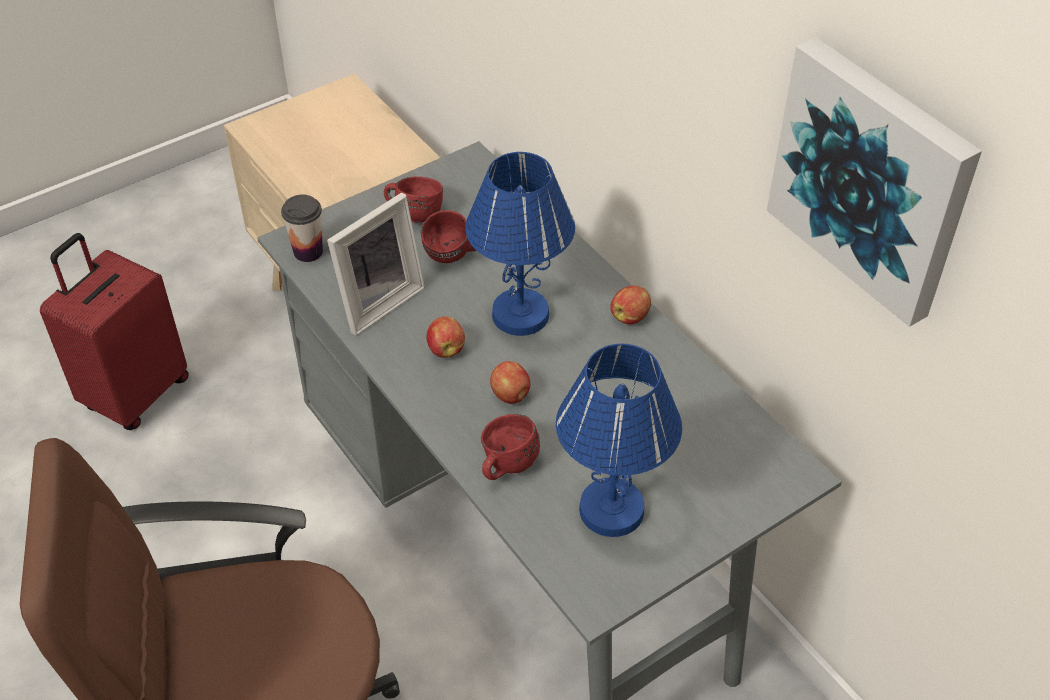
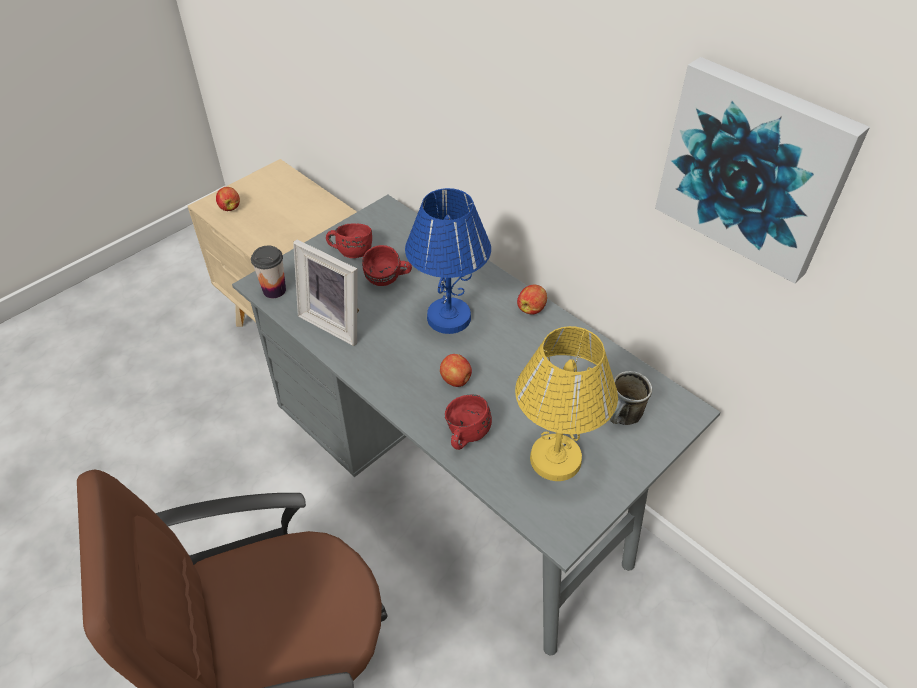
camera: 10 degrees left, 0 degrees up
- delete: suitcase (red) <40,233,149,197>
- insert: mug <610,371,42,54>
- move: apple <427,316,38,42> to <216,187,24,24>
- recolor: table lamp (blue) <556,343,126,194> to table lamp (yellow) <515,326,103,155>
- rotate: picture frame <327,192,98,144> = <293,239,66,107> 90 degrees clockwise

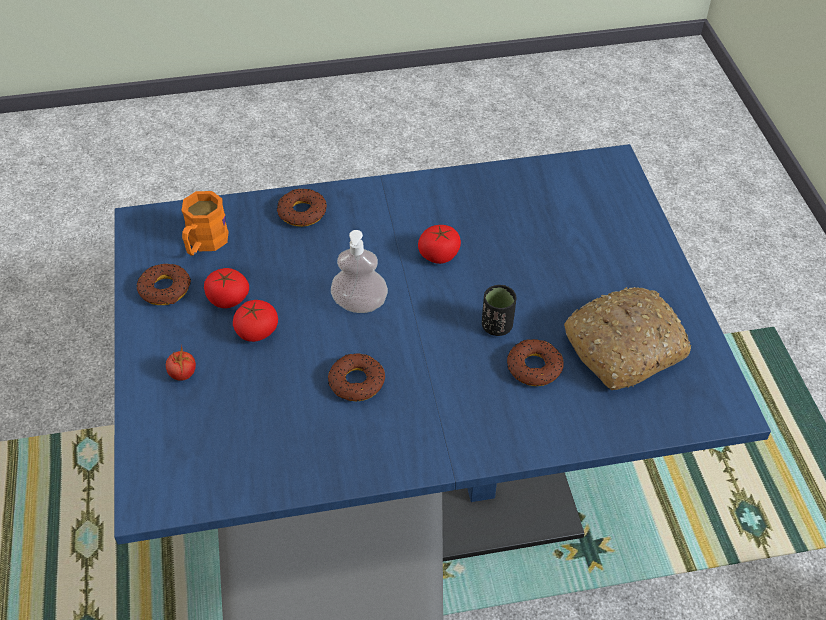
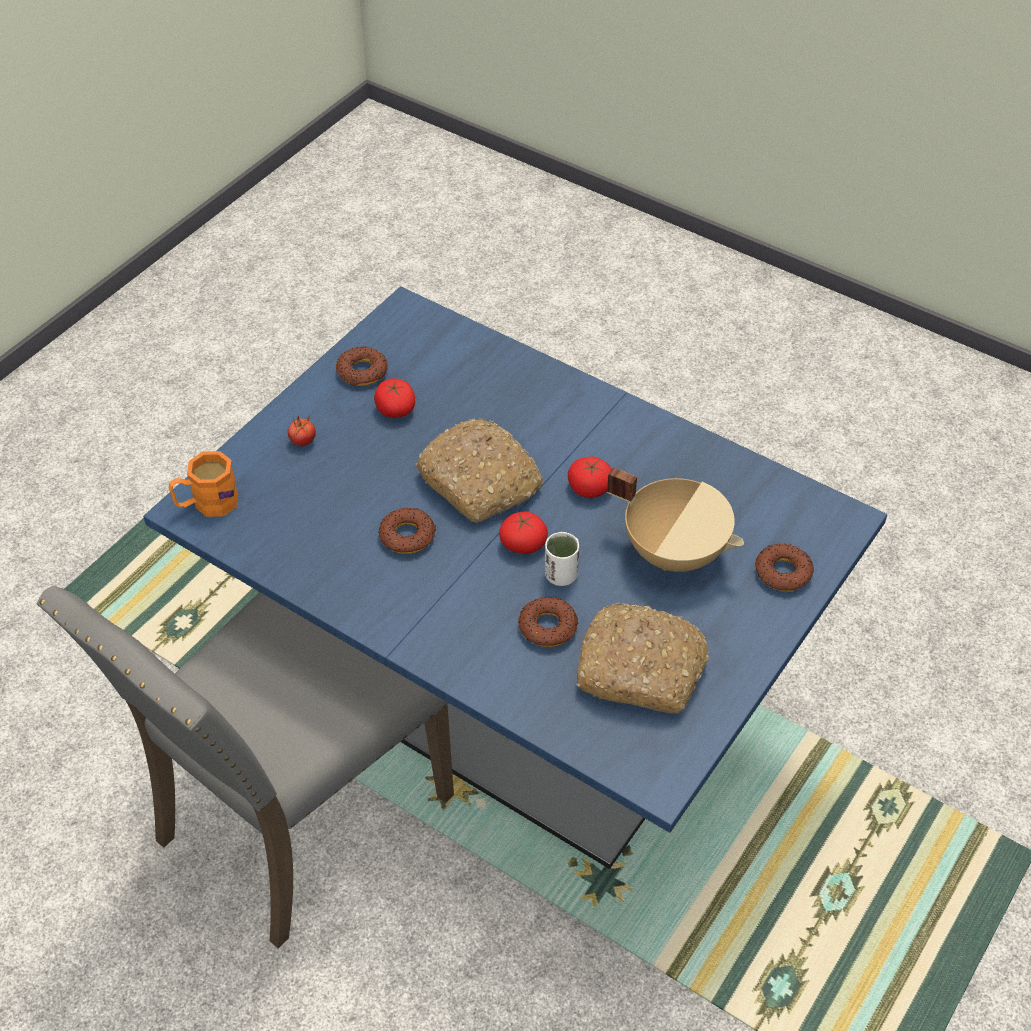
camera: 45 degrees right, 0 degrees up
- insert: cooking pot (beige) <607,467,137,105>
- move: mug (orange) <182,191,47,65> to <169,451,70,66>
- move: tomato <233,300,45,42> to <499,511,49,43>
- move: donut <277,189,50,38> to <755,544,59,47>
- replace: soap dispenser <331,230,57,83> to bread <416,418,127,105>
- recolor: cup (black) <482,285,34,51> to cup (white) <545,532,34,54>

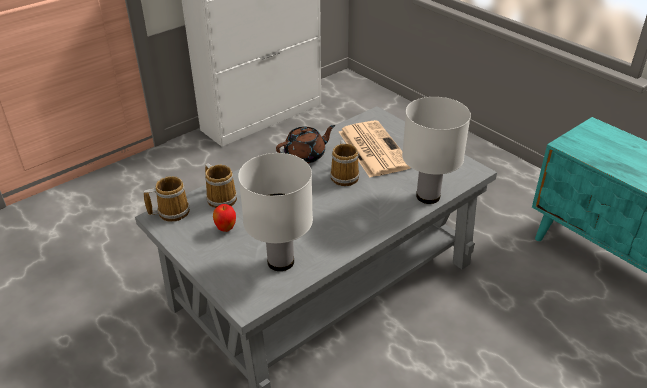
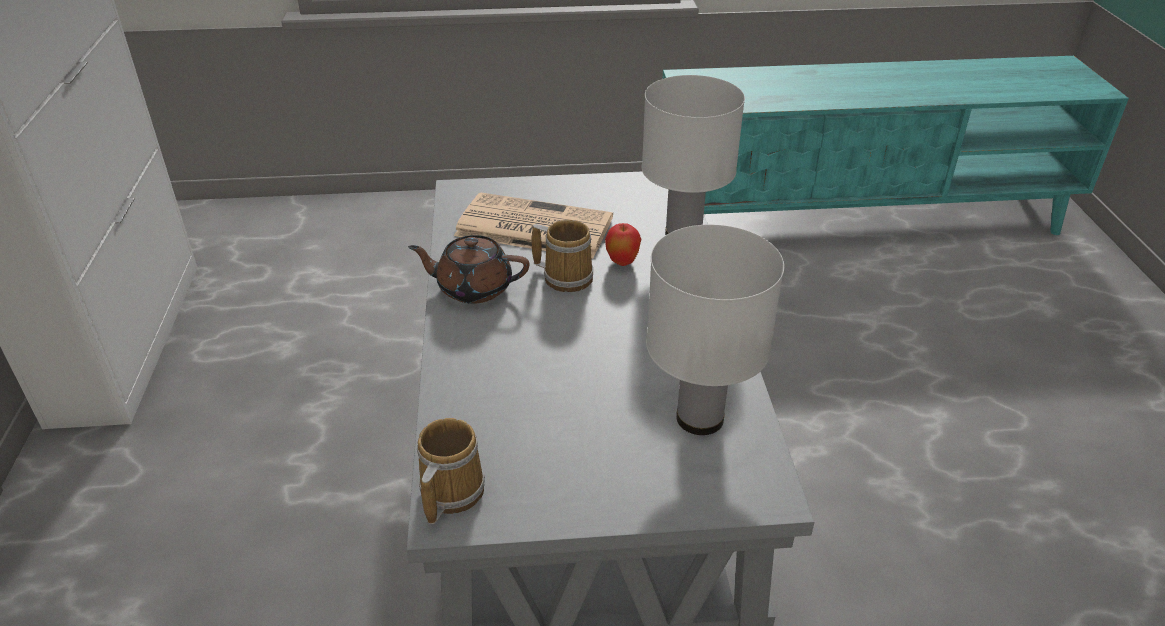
camera: 55 degrees left, 0 degrees up
- delete: mug <205,163,32,45>
- move: apple <213,204,23,28> to <605,223,36,43>
- rotate: teapot (brown) <276,125,59,39> = <408,235,121,69> 90 degrees counterclockwise

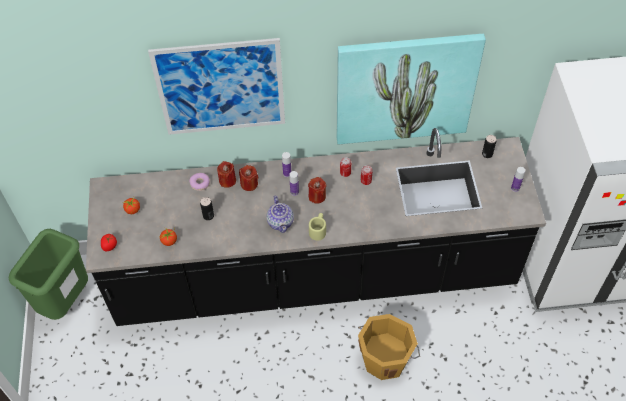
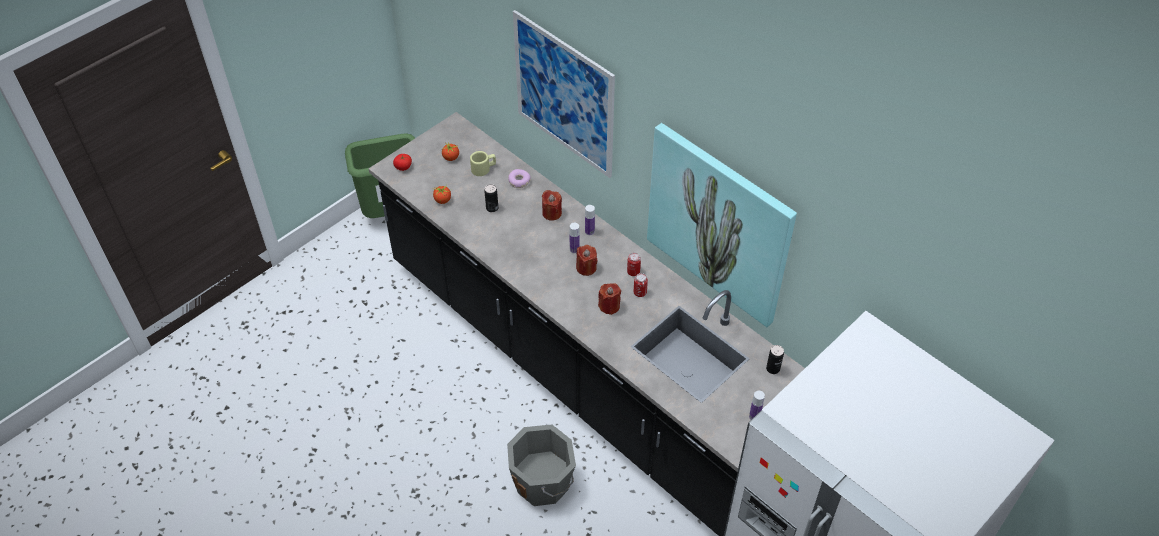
camera: 50 degrees right, 5 degrees down
- delete: teapot <267,196,27,37>
- move: candle (red) <217,161,19,27> to <598,283,23,32>
- move: mug (beige) <309,213,17,28> to <470,151,26,25>
- recolor: bucket (orange) <358,314,62,66> to bucket (grey) <507,425,69,81>

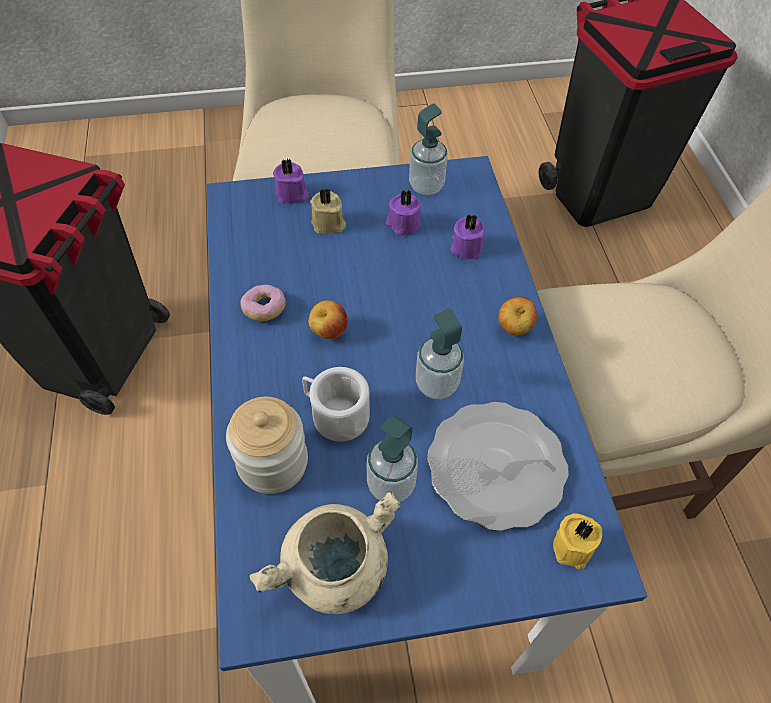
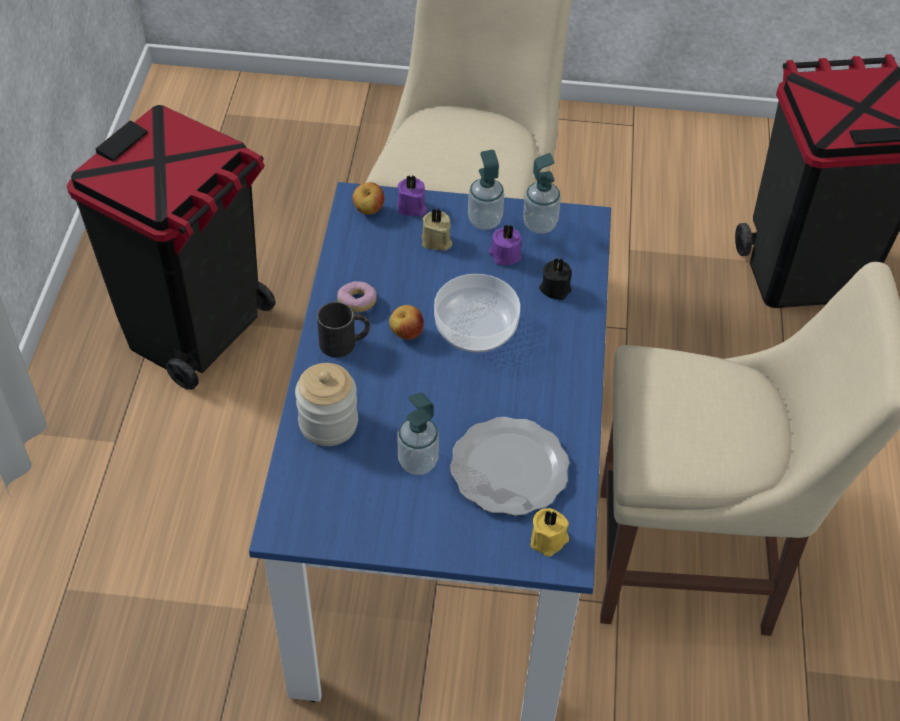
camera: 15 degrees right, 5 degrees down
- delete: cooking pot (beige) <249,491,152,123>
- delete: mug (white) <302,367,68,75>
- insert: mug (black) <317,302,53,56>
- insert: bowl <434,274,86,78>
- move: soap dispenser <416,308,48,91> to <468,150,36,80>
- move: apple <498,296,39,40> to <353,182,31,33>
- recolor: candle (purple) <450,214,35,45> to candle (black) <539,258,33,42>

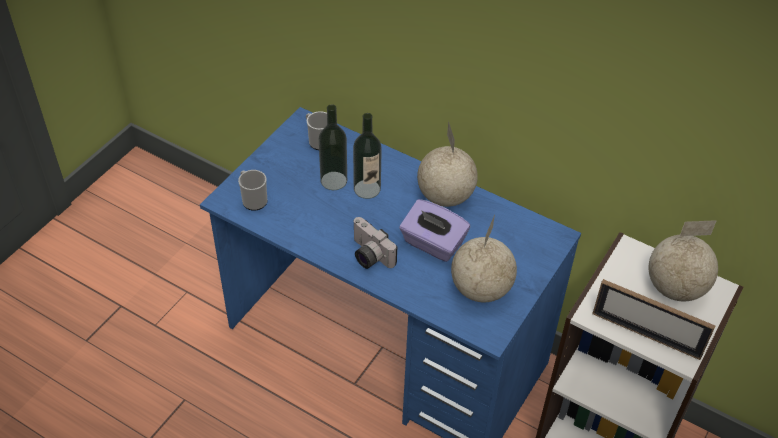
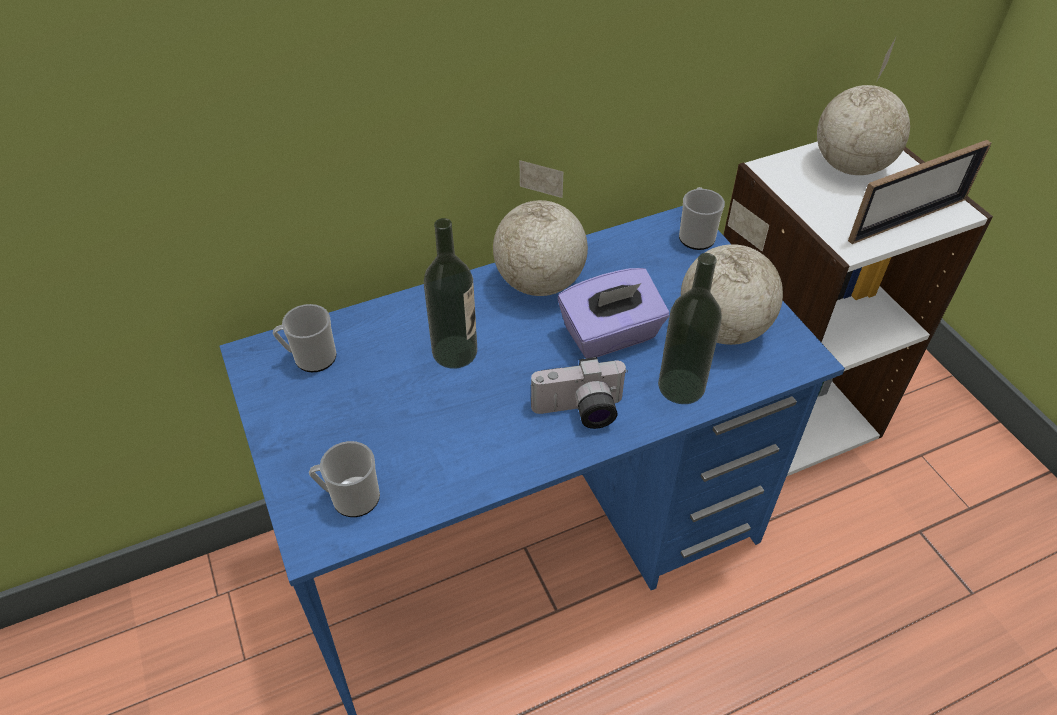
camera: 55 degrees left, 0 degrees up
- insert: mug <679,187,46,63>
- move: bottle <319,104,28,86> to <658,253,64,151>

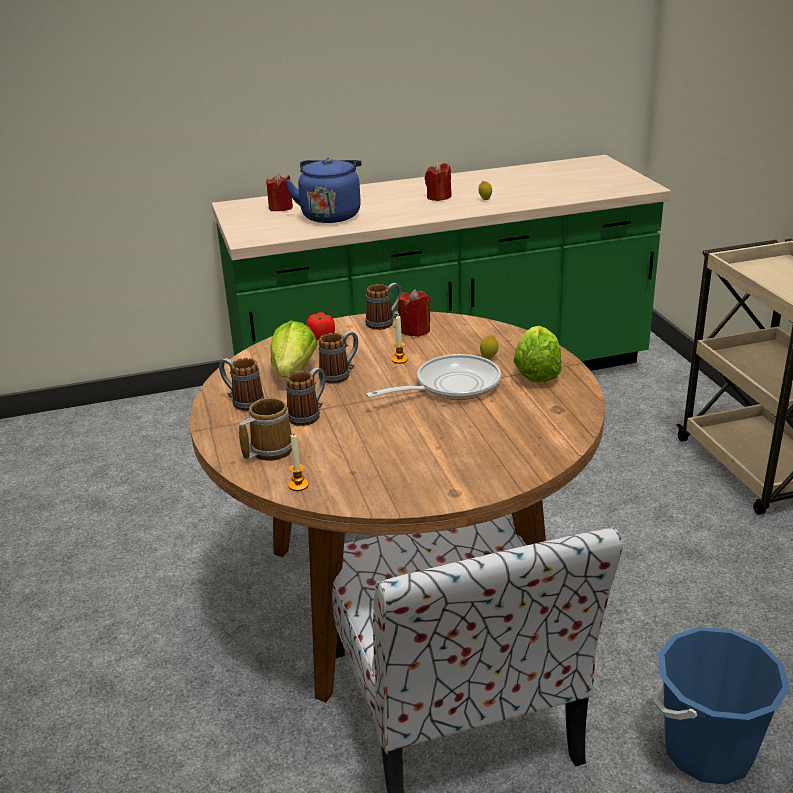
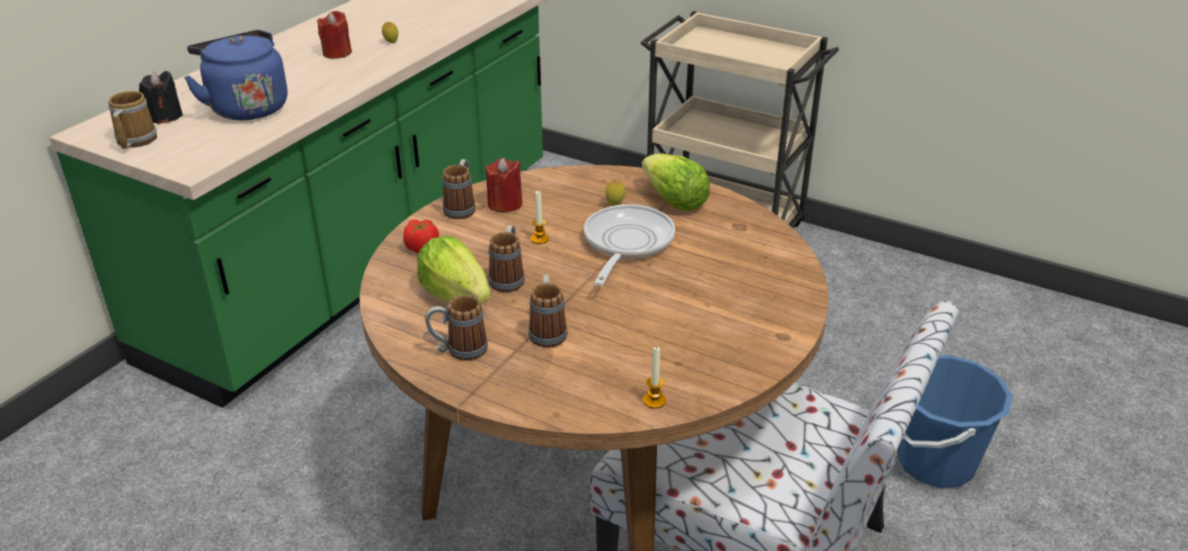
camera: 45 degrees left, 5 degrees up
- move: mug <239,398,53,63> to <108,91,49,58>
- recolor: candle (red) <266,173,27,38> to candle (black) <139,71,44,53>

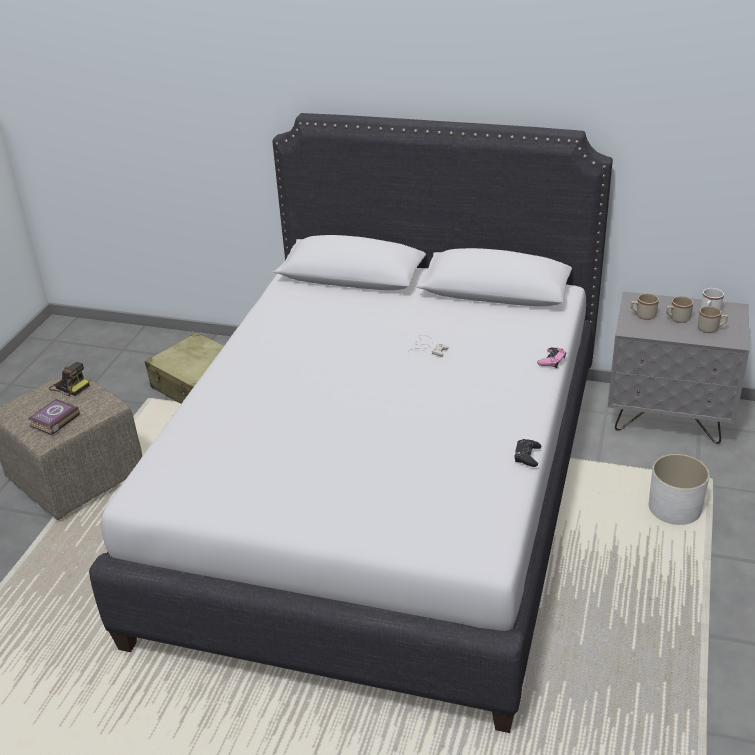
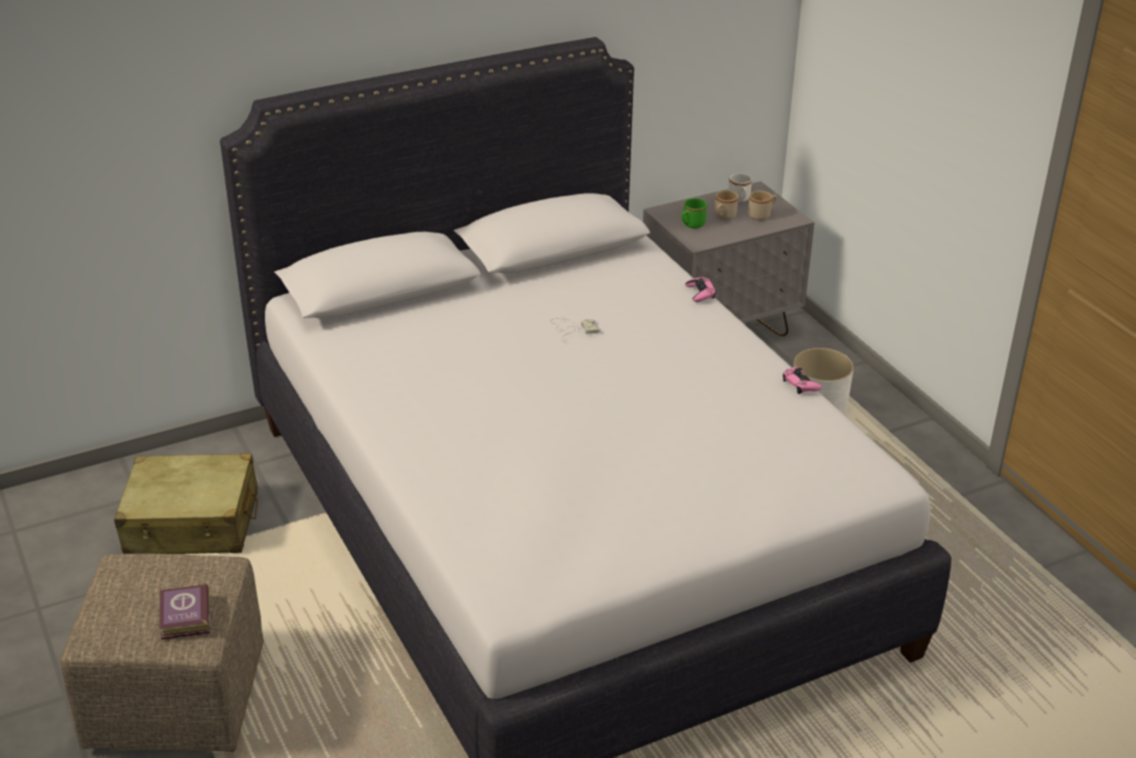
camera: 45 degrees left, 0 degrees up
- delete: photo camera <49,362,41,34>
- recolor: game controller (black) <514,439,27,28> to game controller (pink) <783,367,39,27>
- recolor: mug (beige) <631,293,28,27> to mug (green) <681,198,26,30>

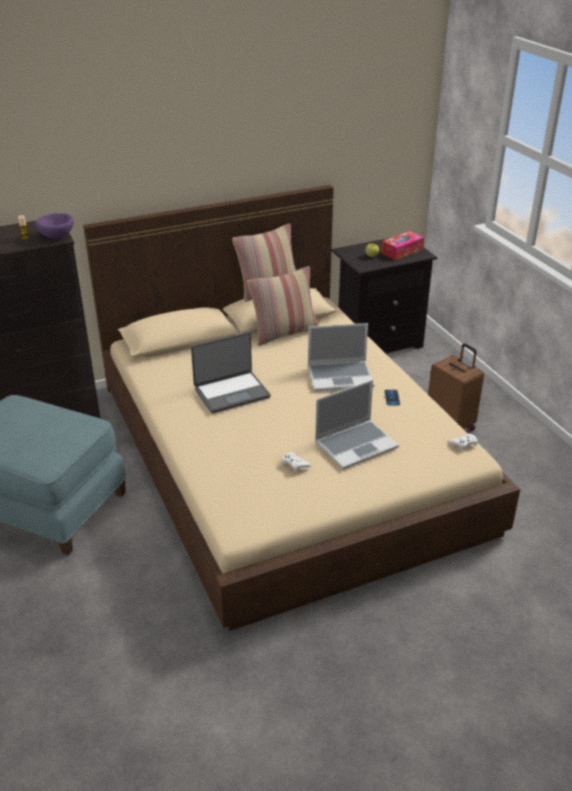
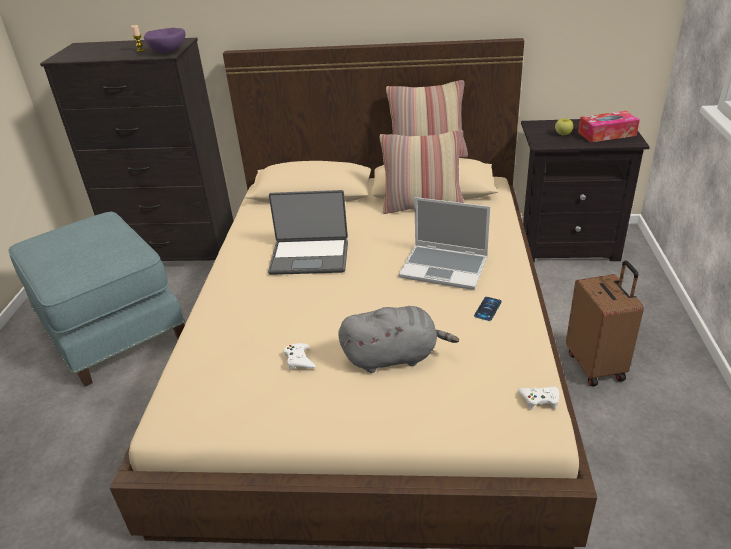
camera: 30 degrees right, 0 degrees up
- replace: laptop <315,380,84,89> to plush toy (grey) <338,306,121,67>

